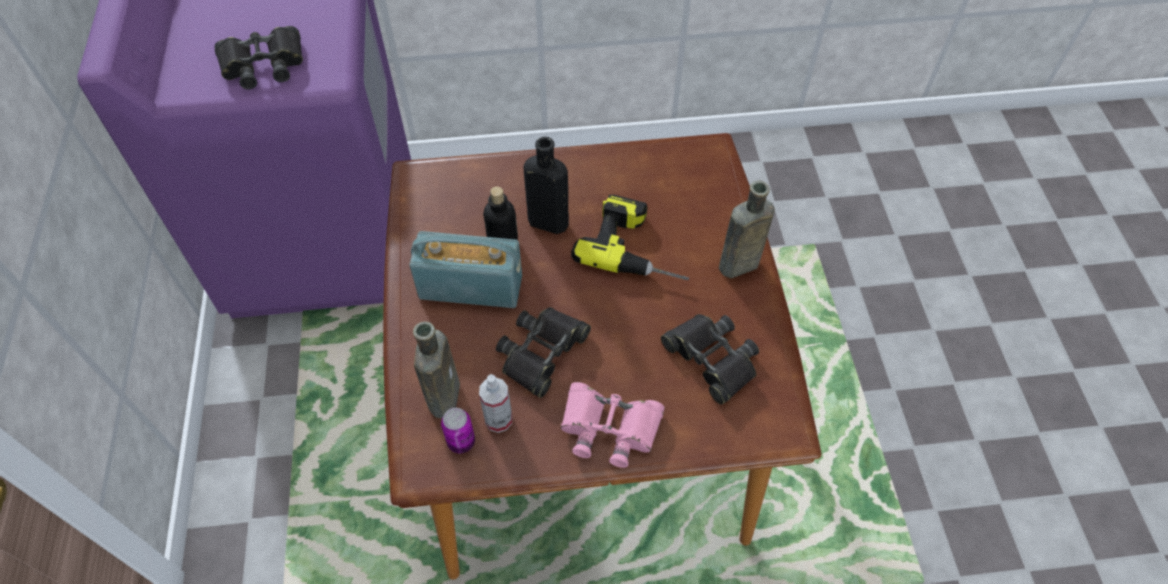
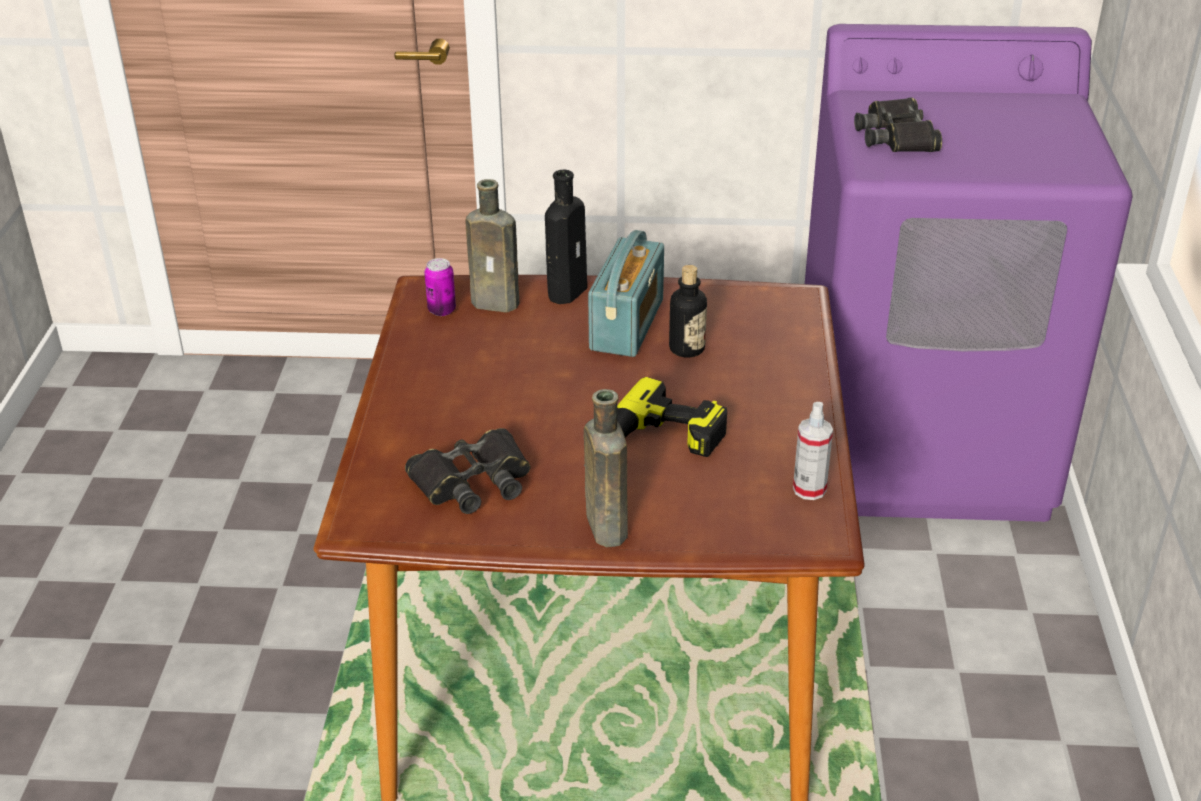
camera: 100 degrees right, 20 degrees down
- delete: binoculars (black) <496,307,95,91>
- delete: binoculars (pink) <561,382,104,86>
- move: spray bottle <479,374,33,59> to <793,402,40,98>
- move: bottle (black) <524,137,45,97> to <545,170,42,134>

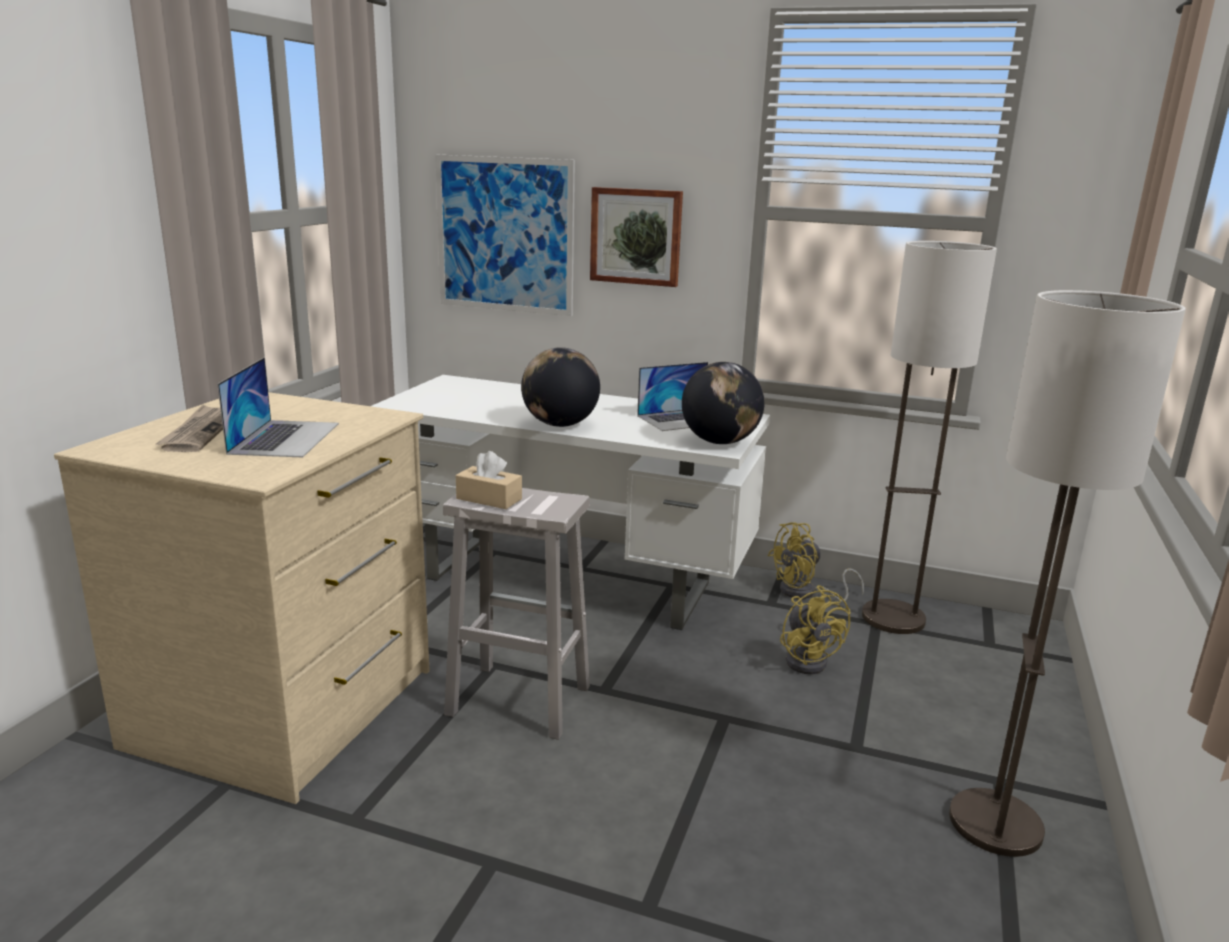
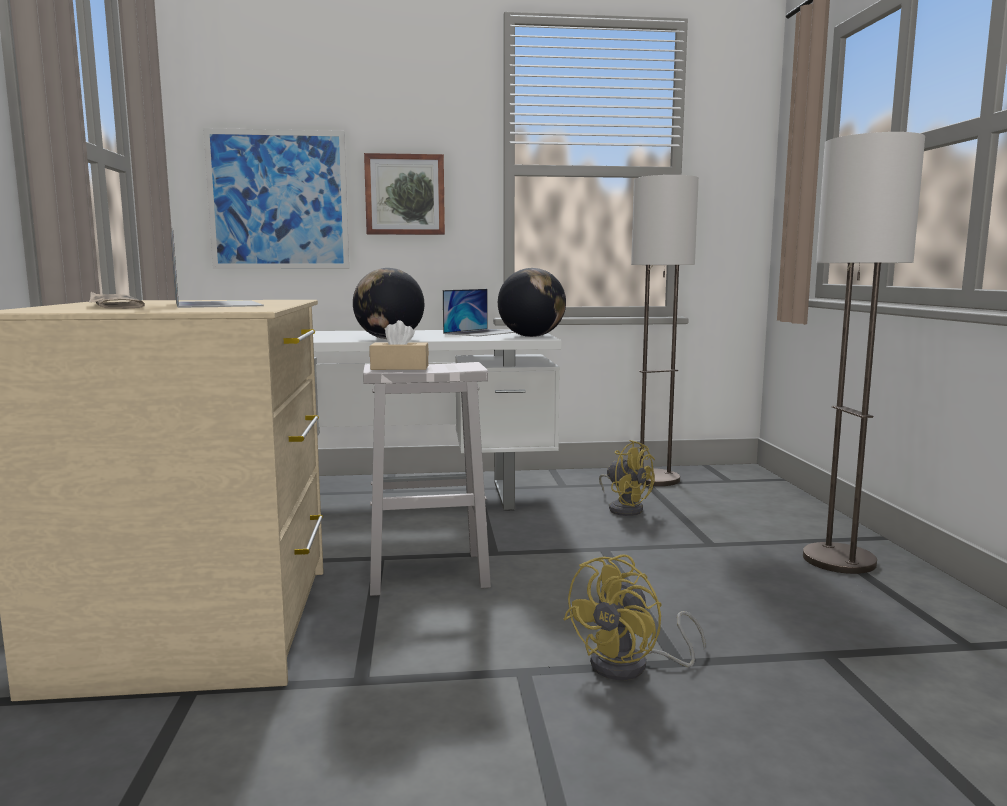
camera: 25 degrees left, 10 degrees down
- move: fan (yellow) <768,522,96,80> to <563,554,143,126>

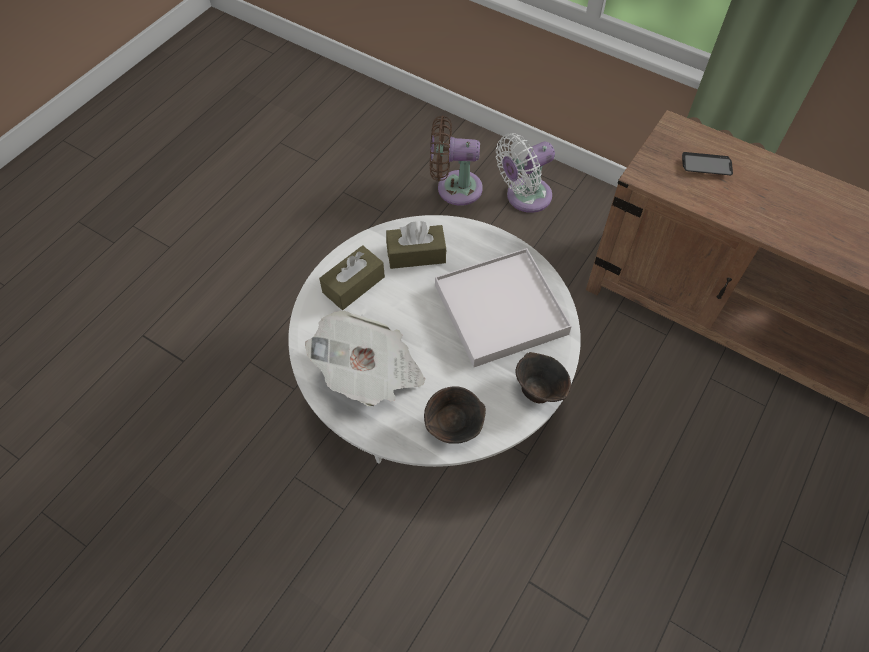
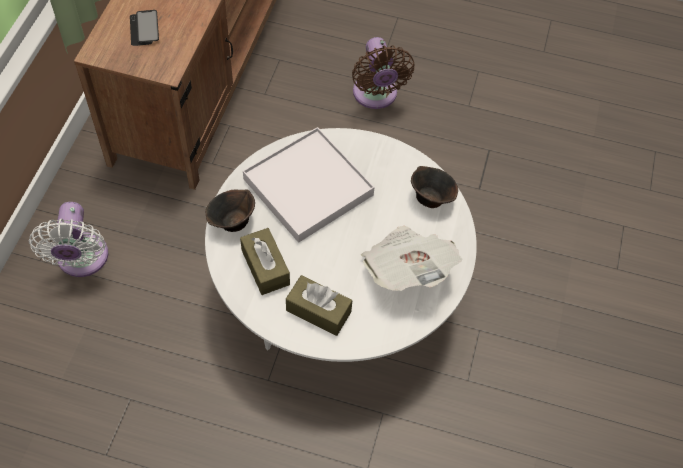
camera: 110 degrees left, 0 degrees up
- move: fan (brown) <430,116,53,90> to <352,37,62,72>
- move: bowl (brown) <516,352,55,52> to <206,189,49,43>
- rotate: fan (white) <496,133,59,80> = <29,202,79,75> 45 degrees clockwise

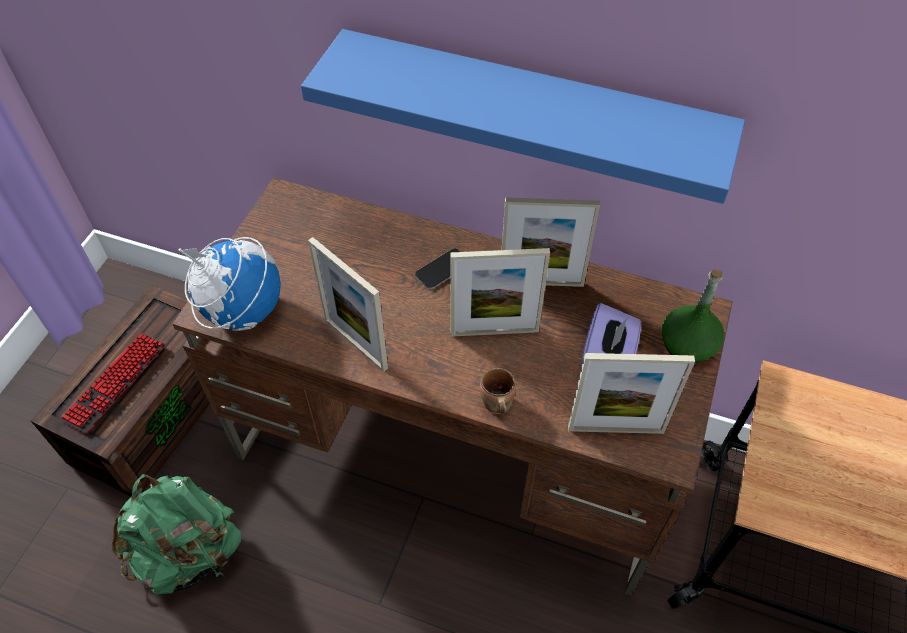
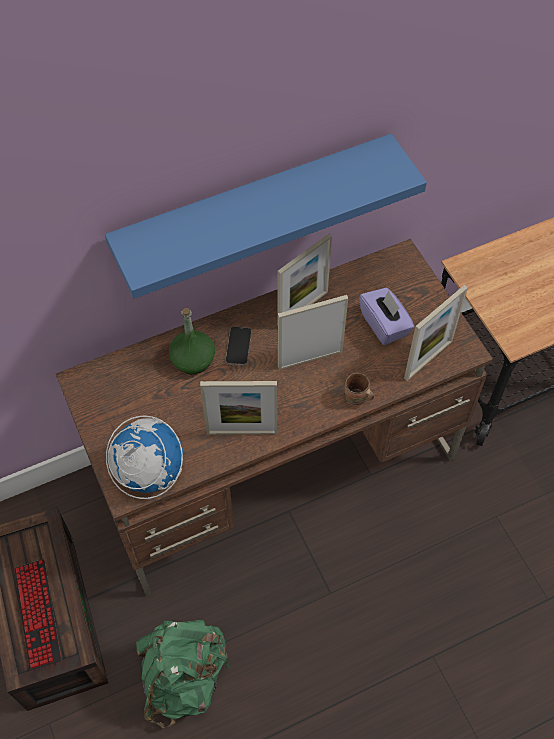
camera: 45 degrees left, 5 degrees up
- move: bottle (green) <661,269,63,95> to <169,308,46,66>
- rotate: picture frame <450,248,100,88> = <278,295,70,75> 150 degrees counterclockwise

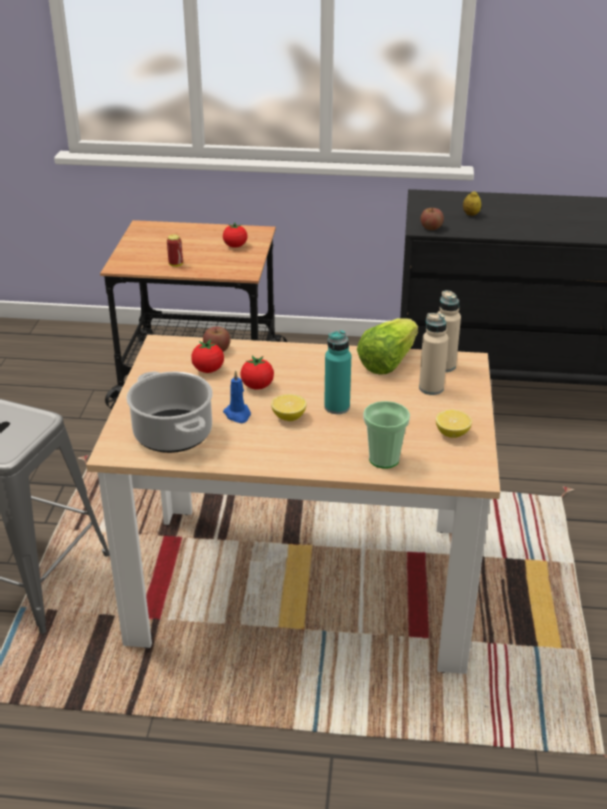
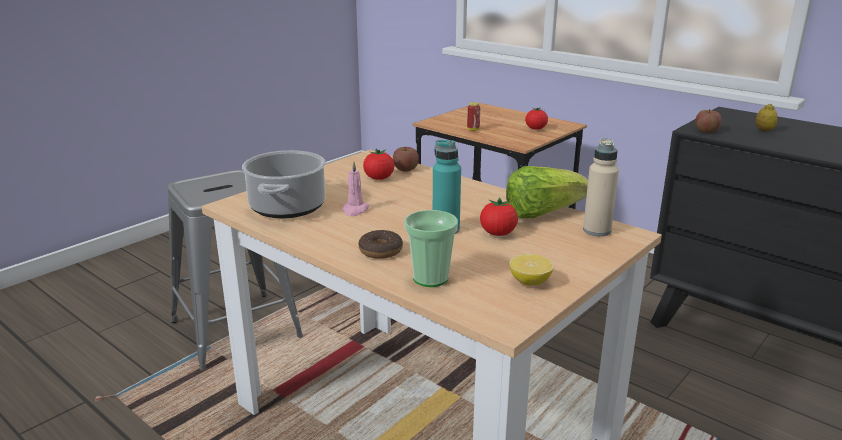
camera: 35 degrees right, 10 degrees down
- delete: lemon <271,394,35,27>
- delete: bottle (beige) <419,313,30,82>
- insert: donut <359,230,44,29>
- move: tomato <240,356,34,34> to <480,198,38,38>
- recolor: candle (blue) <223,370,28,53> to candle (pink) <343,161,27,55>

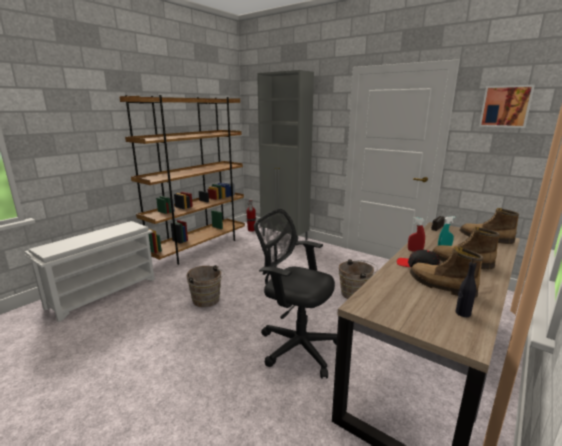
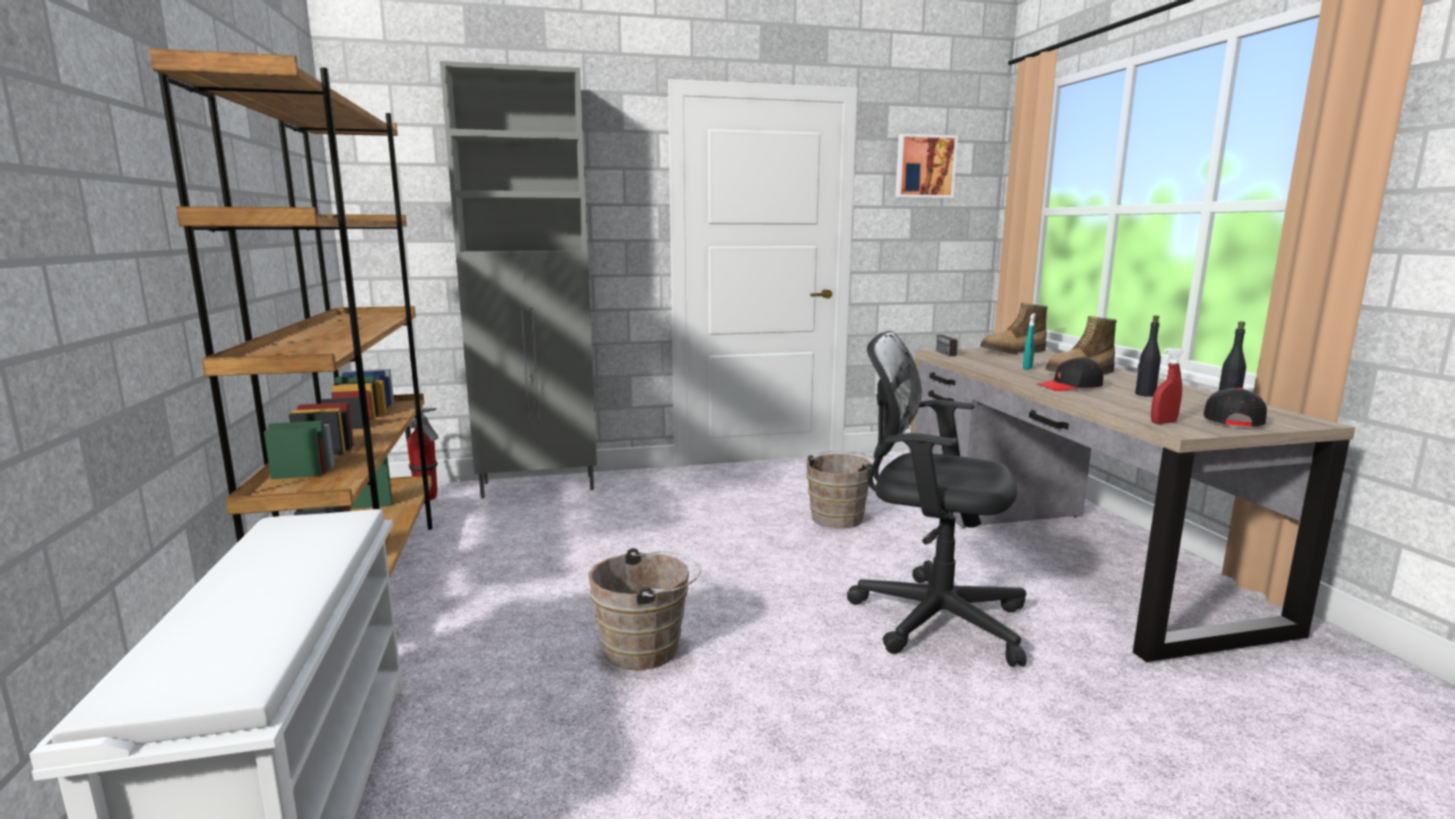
camera: 50 degrees left, 5 degrees down
- insert: cap (black) <1203,388,64,39>
- move: spray bottle (red) <408,217,17,35> to <1151,348,32,76>
- replace: boot <409,247,74,51> to bottle (black) <1135,315,26,82>
- rotate: office chair (black) <254,209,83,170> = <847,331,179,336> 45 degrees clockwise

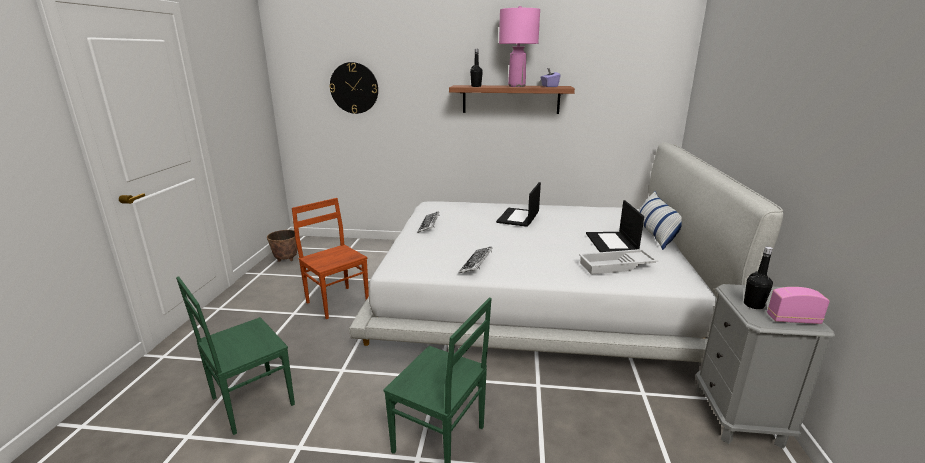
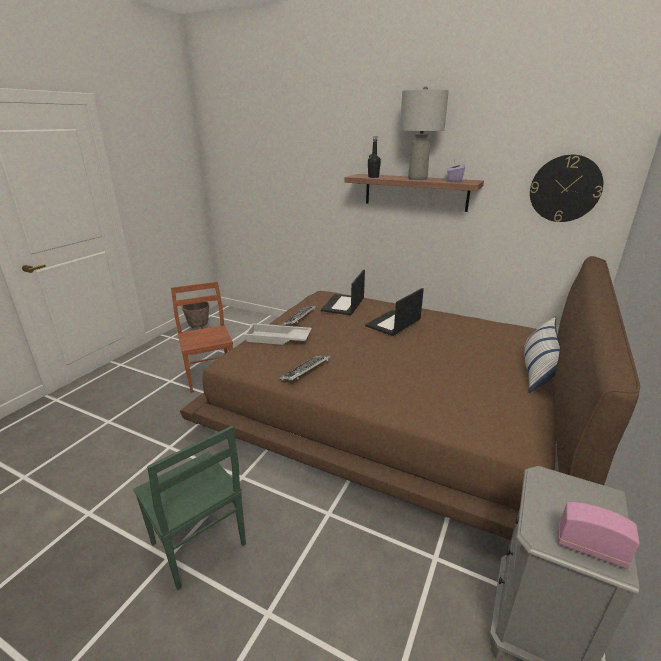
camera: 20 degrees right, 5 degrees up
- delete: chair (green) <176,276,119,159>
- delete: bottle (black) <744,247,29,62>
- move: wall clock <329,62,49,52> to <530,154,73,68>
- move: tray (white) <579,249,79,26> to <244,323,68,22>
- move: laptop <586,200,58,52> to <321,270,44,45>
- recolor: bed (white) <349,142,434,220> to bed (brown) <180,256,460,284>
- recolor: table lamp (pink) <499,6,41,81> to table lamp (grey) <400,87,49,93>

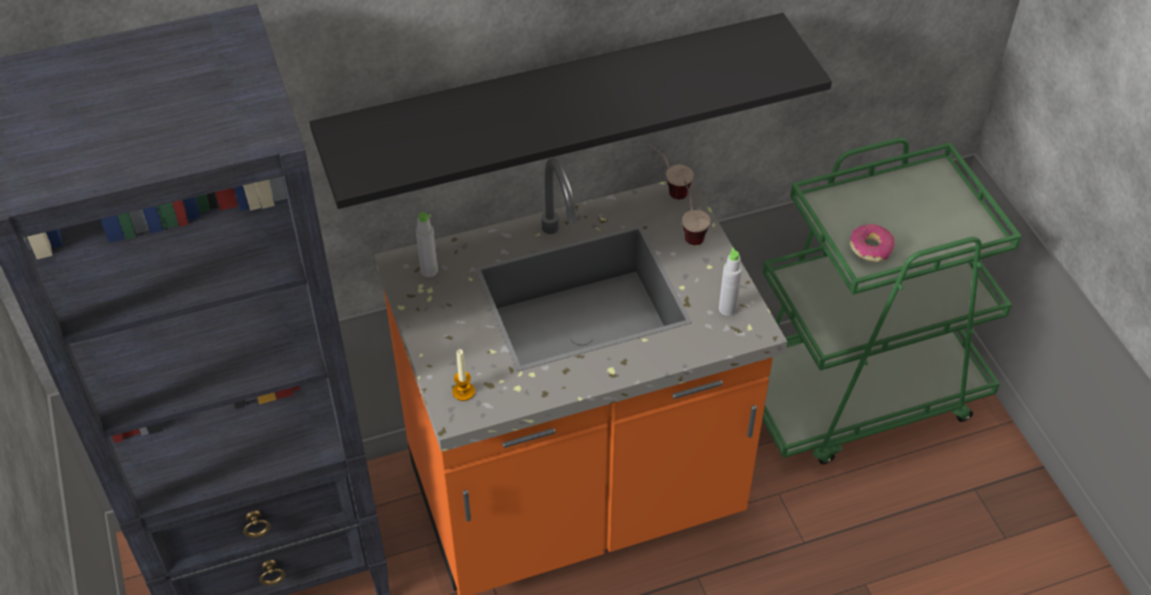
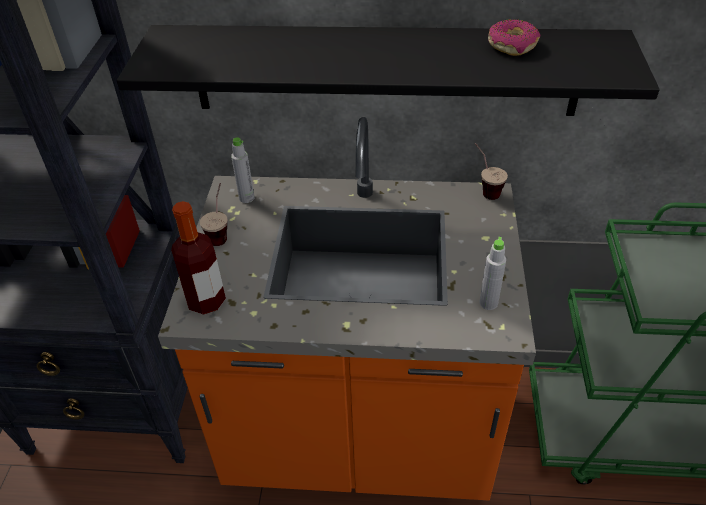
camera: 25 degrees right, 5 degrees down
- move: cup <682,181,28,64> to <200,183,27,63>
- move: donut <850,224,45,38> to <488,19,52,37>
- replace: candle <452,349,23,52> to bottle <171,201,55,114>

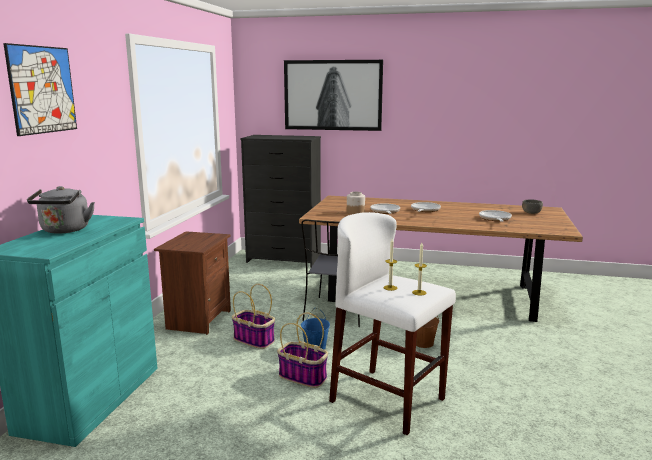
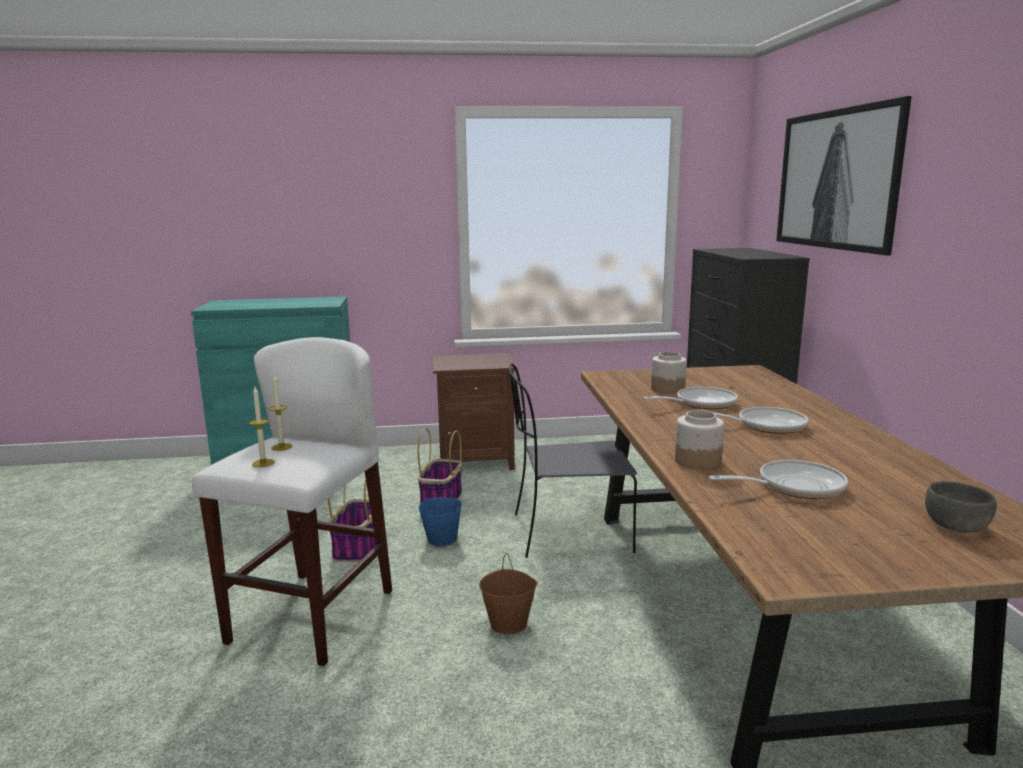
camera: 70 degrees right, 0 degrees up
- delete: picture <3,43,74,93>
- delete: kettle (grey) <27,186,68,48>
- insert: jar <675,410,49,60>

